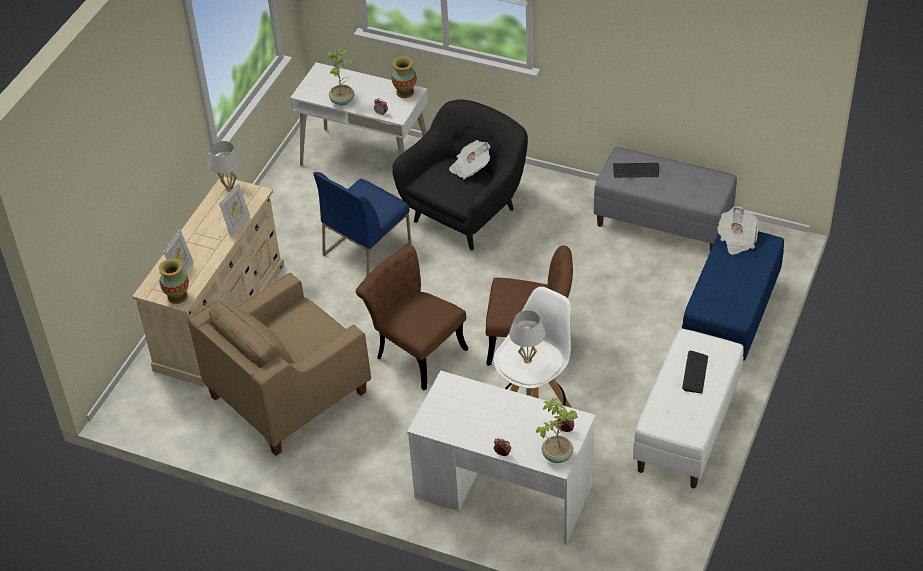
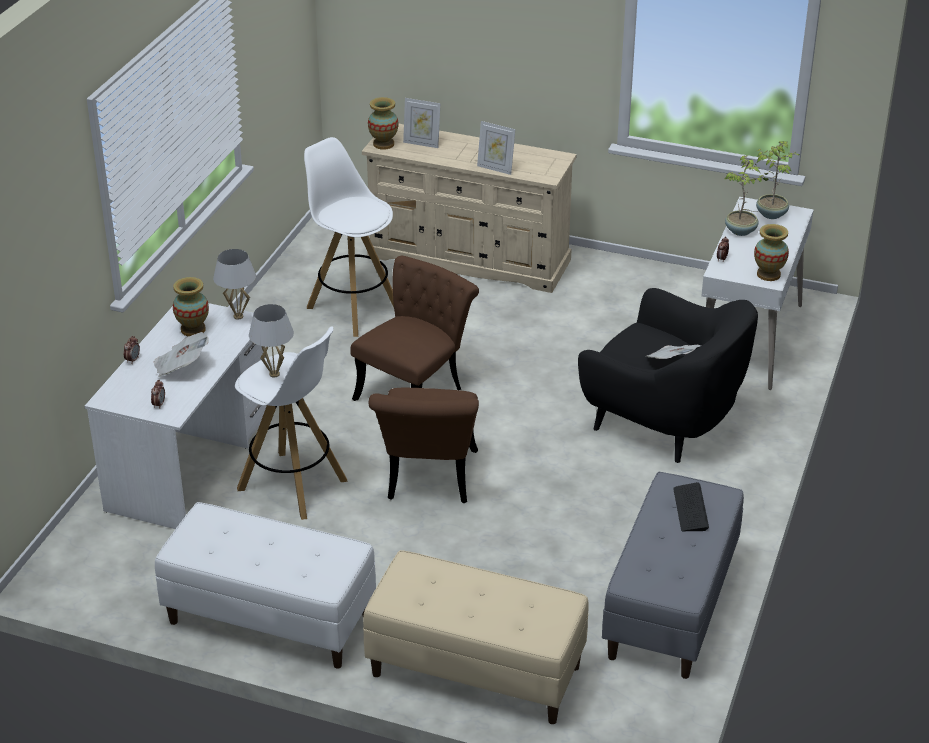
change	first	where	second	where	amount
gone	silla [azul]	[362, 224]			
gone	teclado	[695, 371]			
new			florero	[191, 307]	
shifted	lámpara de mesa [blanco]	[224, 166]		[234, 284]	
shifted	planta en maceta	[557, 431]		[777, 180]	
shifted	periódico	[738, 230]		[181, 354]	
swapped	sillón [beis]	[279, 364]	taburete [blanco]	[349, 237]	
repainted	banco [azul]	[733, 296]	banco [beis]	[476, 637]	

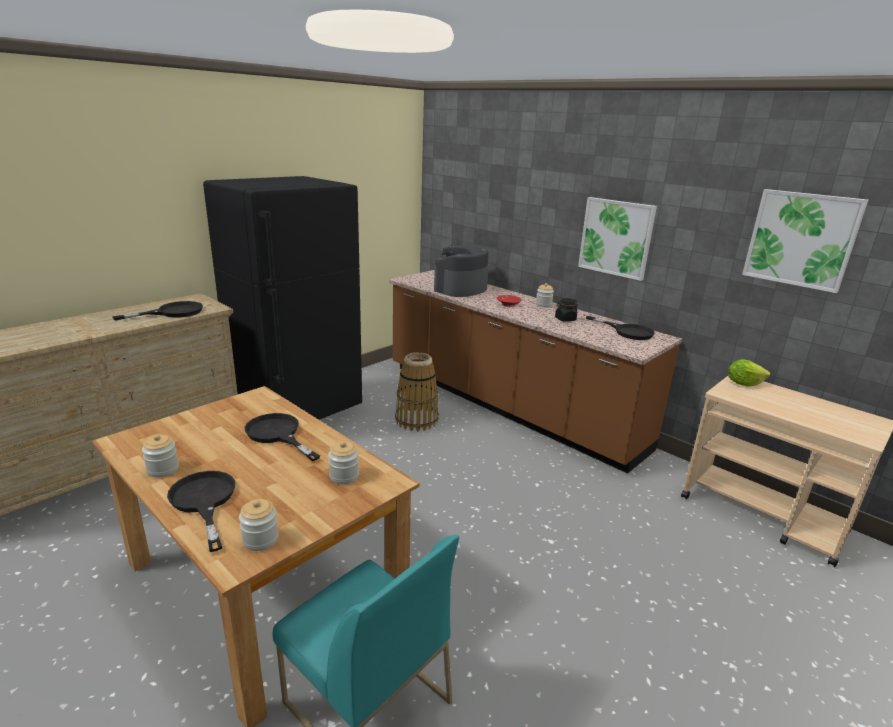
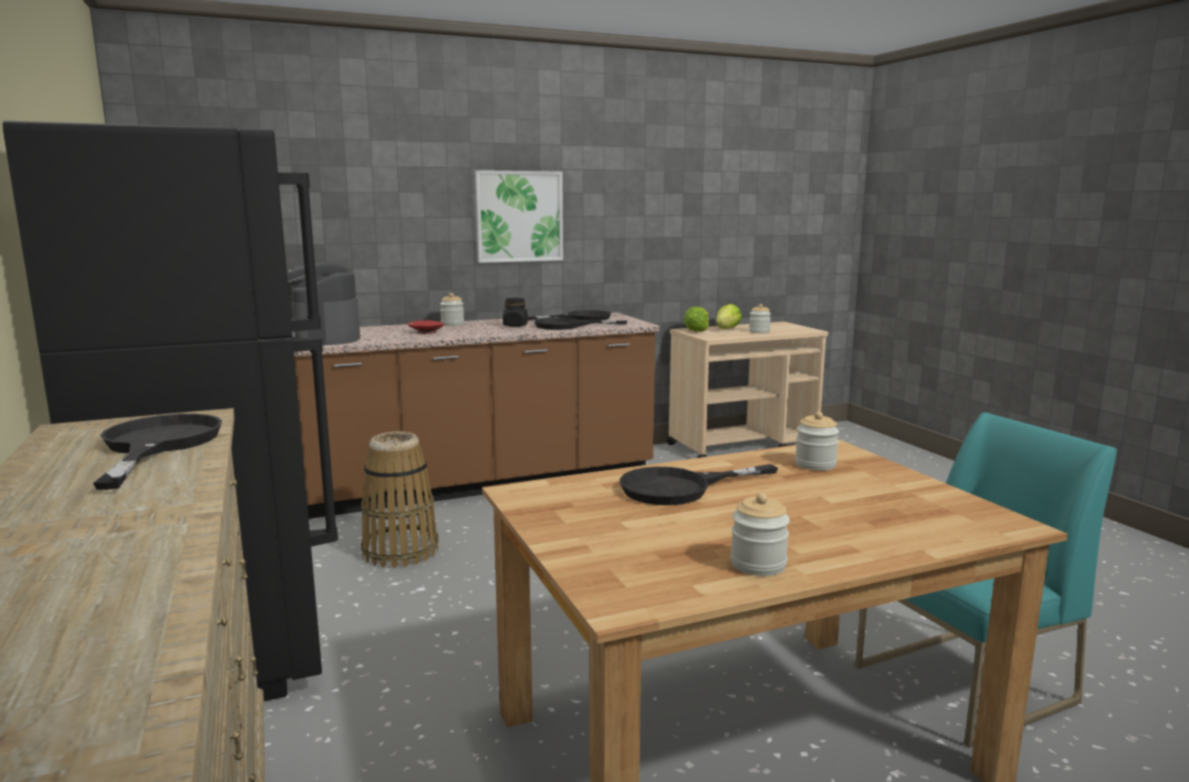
change	first	where	second	where	amount
gone	cuadro	[805, 241]			
new			lechuga	[729, 316]	
shifted	sartén [negro]	[201, 511]		[580, 324]	
shifted	tarro	[258, 525]		[760, 318]	

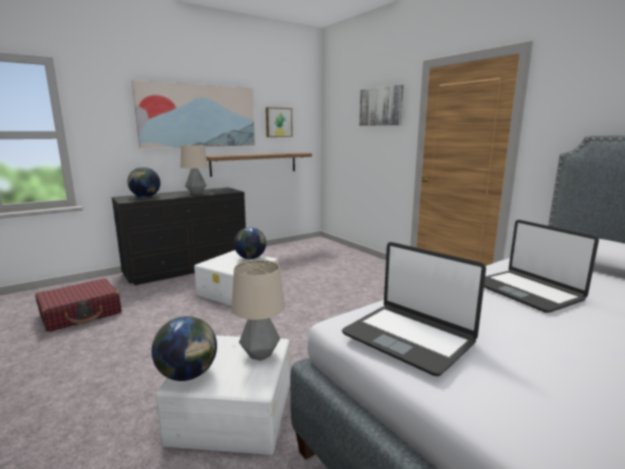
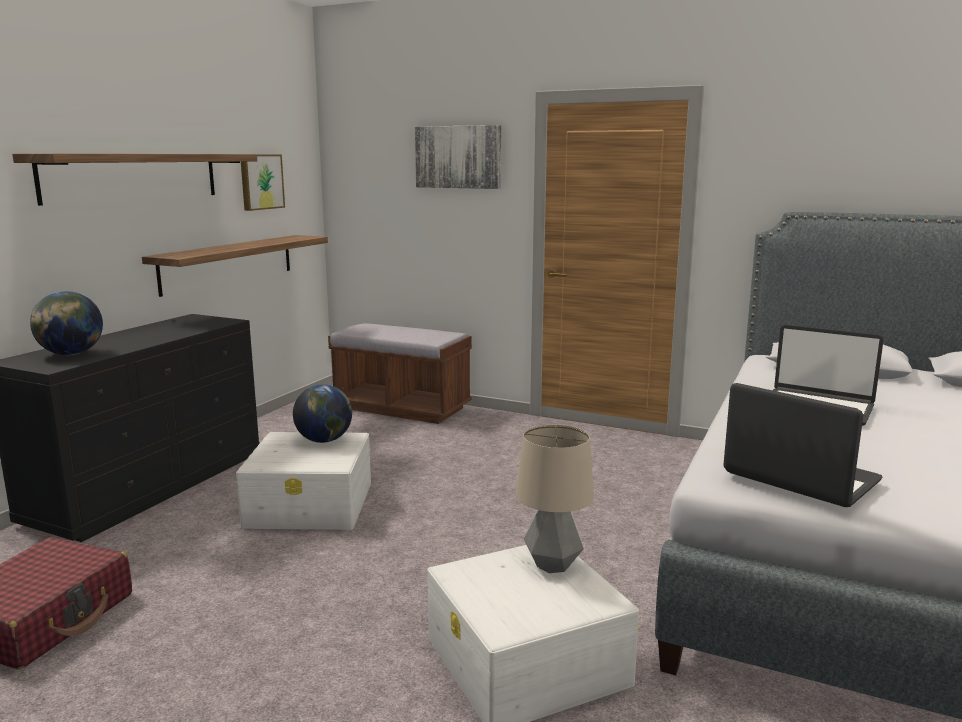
change	first	where	second	where	amount
gone	globo terráqueo	[184, 348]			
gone	lámpara de mesa	[194, 170]			
new			banco [marrón]	[400, 373]	
swapped	cuadro	[193, 114]	estante	[134, 180]	
rotated	portátil	[414, 309]		[802, 445]	150 degrees counterclockwise

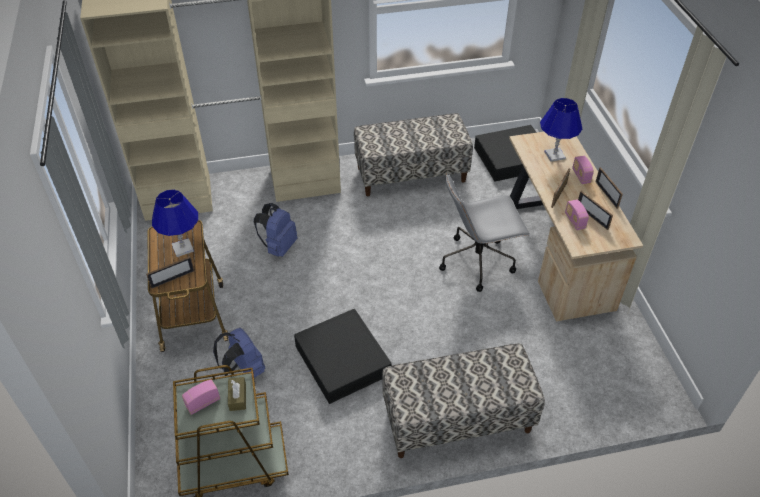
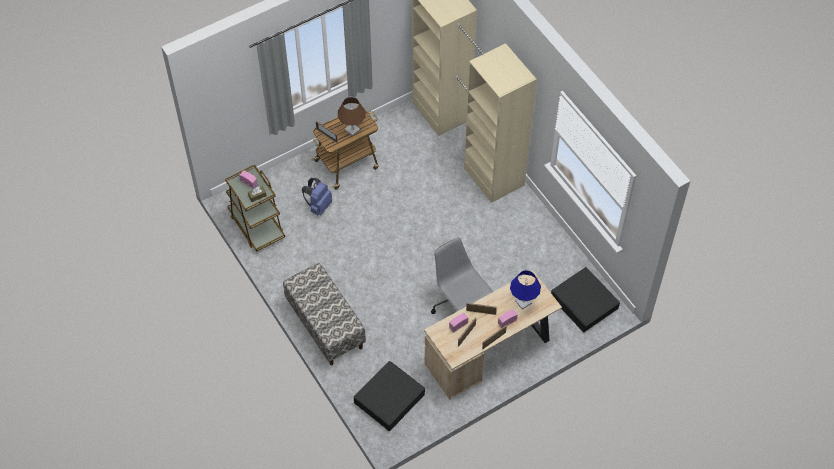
change	first	where	second	where	amount
gone	mochila [azul]	[275, 230]			
gone	banco	[413, 154]			
shifted	caja de almacenaje [negro]	[343, 356]		[389, 396]	
repainted	lámpara de mesa [azul]	[175, 223]	lámpara de mesa [marrón]	[352, 116]	

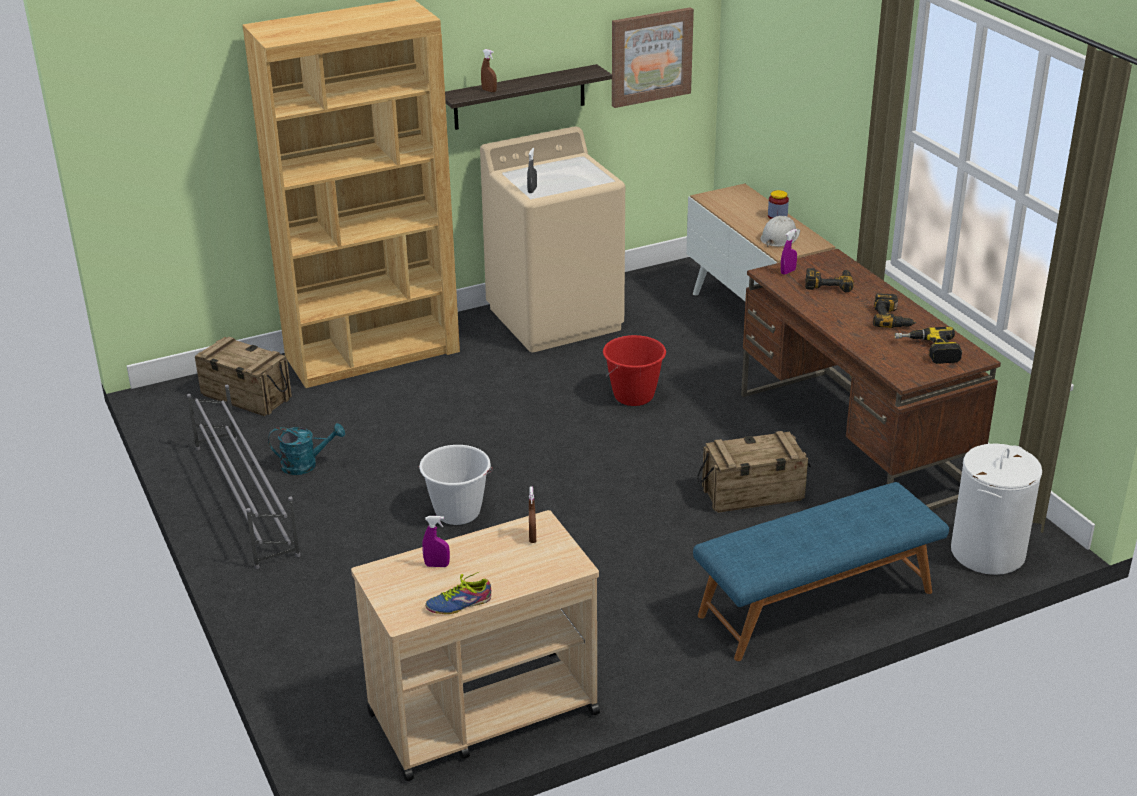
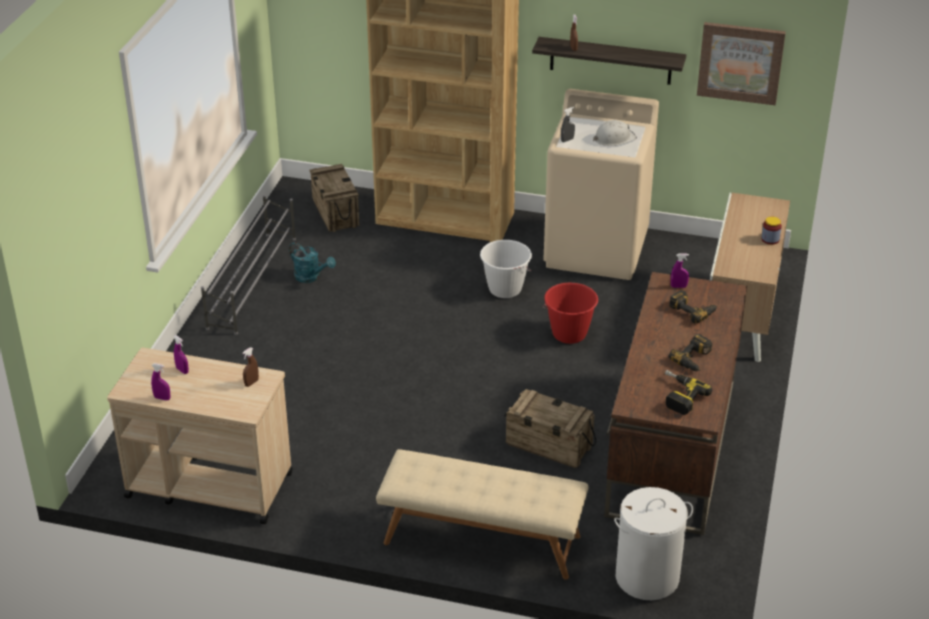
change	first	where	second	where	amount
shifted	cubo [blanco]	[455, 485]		[506, 269]	
shifted	casco [blanco]	[780, 231]		[615, 133]	
swapped	zapato	[458, 592]	pulverizador [morado]	[160, 382]	
repainted	banco [azul]	[821, 571]	banco [beis]	[482, 514]	

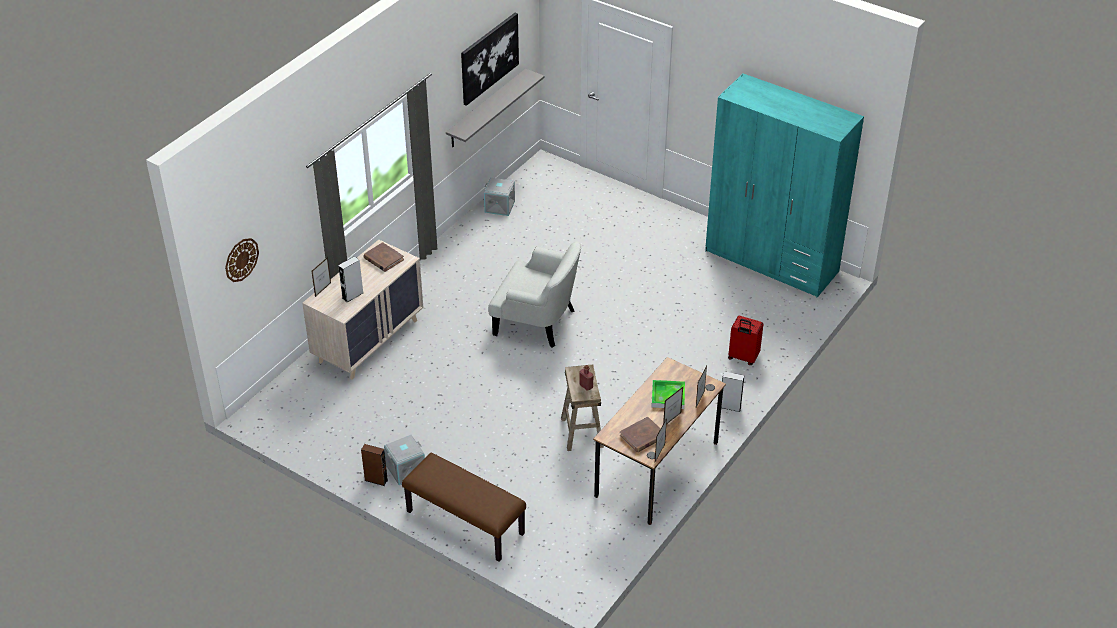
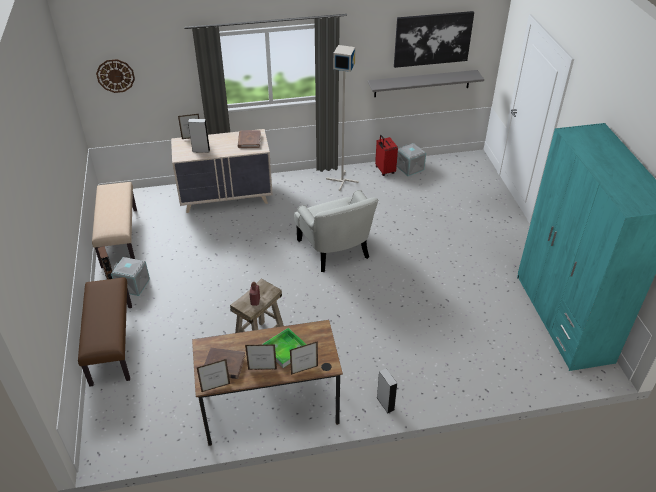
change	first	where	second	where	amount
new			banco [beis]	[114, 225]	
new			lámpara de pie [gris]	[342, 118]	
shifted	maleta [rojo]	[745, 340]		[386, 155]	

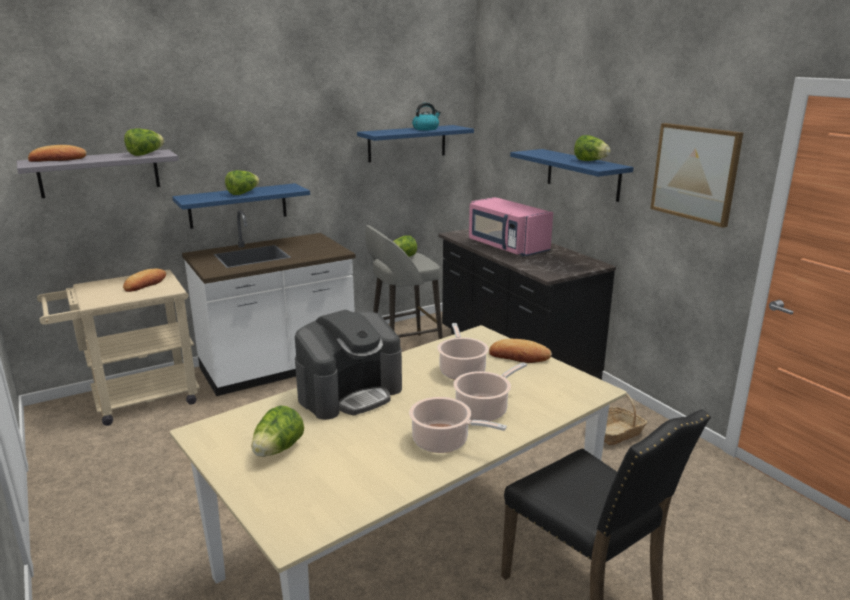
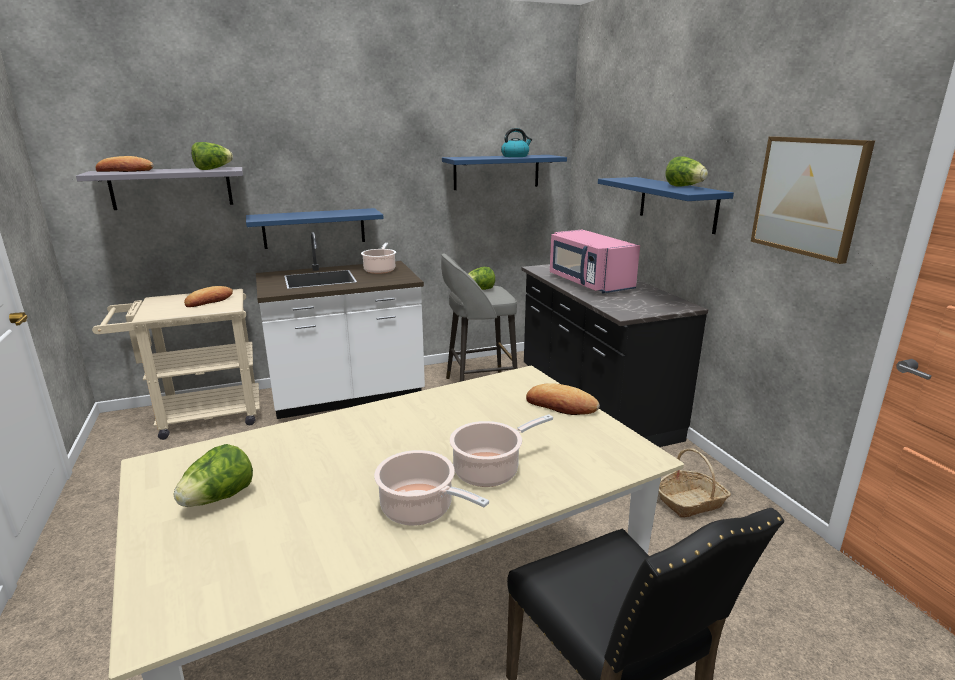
change	first	where	second	where	amount
gone	lechuga	[242, 182]			
gone	cafetera	[348, 365]			
shifted	olla	[463, 351]		[378, 258]	

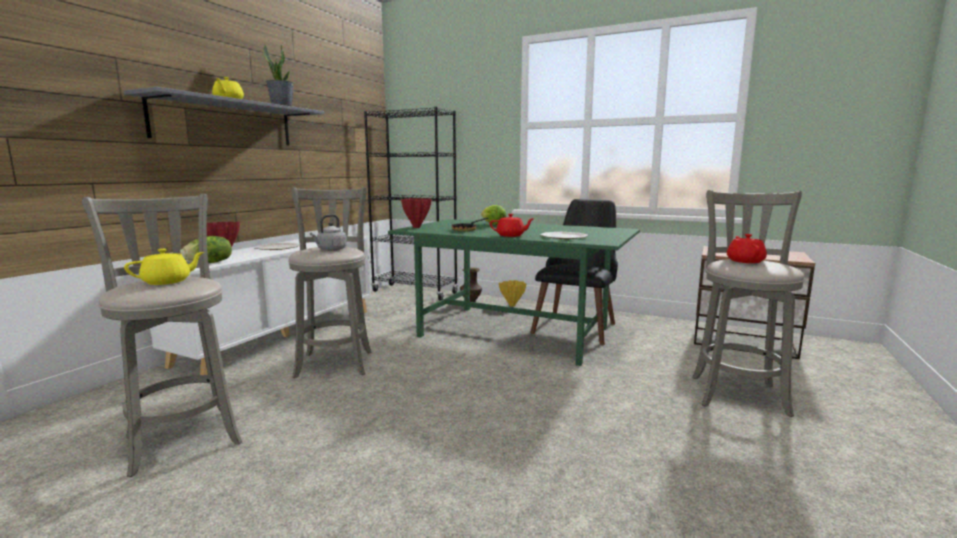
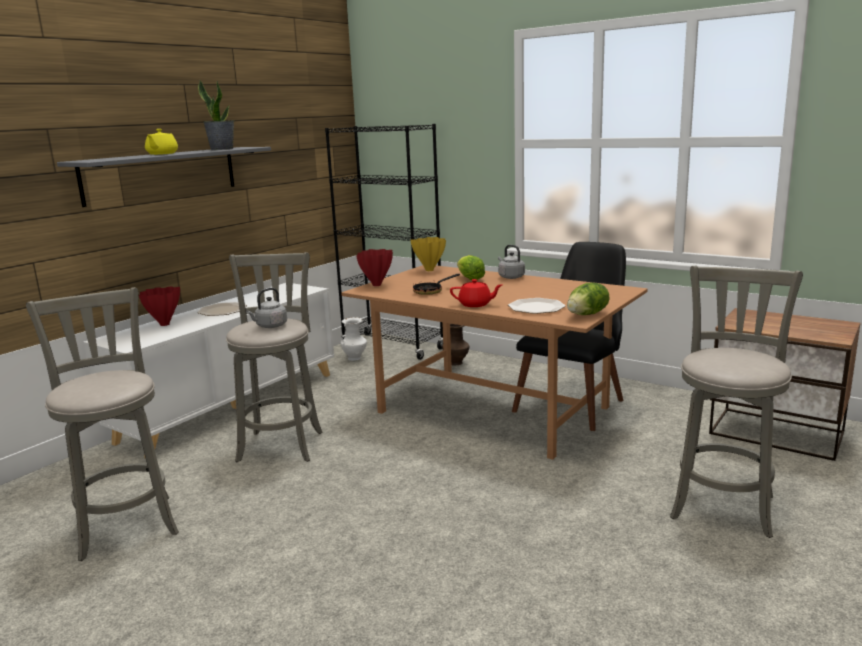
change	first	where	second	where	amount
gone	tetera [amarillo]	[164, 267]			
gone	tetera [rojo]	[747, 248]			
new			florero [blanco]	[354, 339]	
new			hervidor [gris]	[511, 262]	
shifted	lechuga	[206, 249]		[588, 299]	
shifted	florero [amarillo]	[513, 293]		[428, 254]	
repainted	mesa de comedor [verde]	[514, 292]	mesa de comedor [marrón]	[494, 362]	

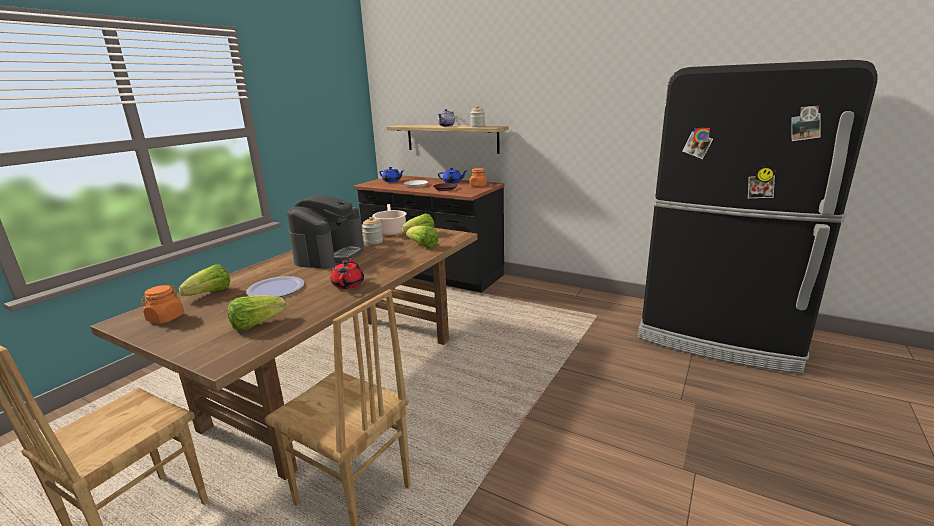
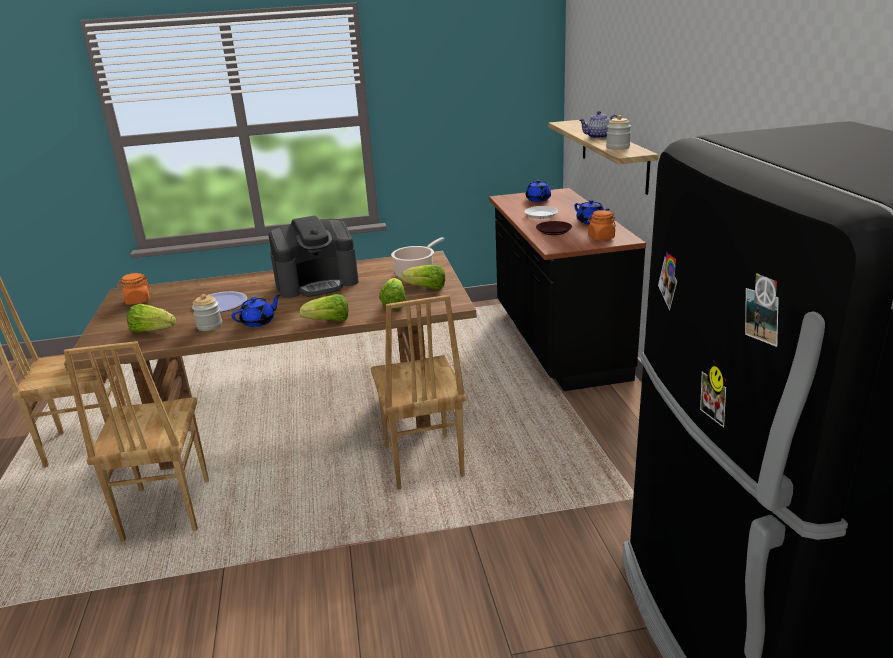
change	first	where	second	where	amount
new			silla [marrón]	[419, 392]	
shifted	lechuga	[204, 280]		[323, 308]	
shifted	tarro	[372, 231]		[207, 312]	
repainted	tetera [rojo]	[347, 273]	tetera [azul]	[256, 310]	

